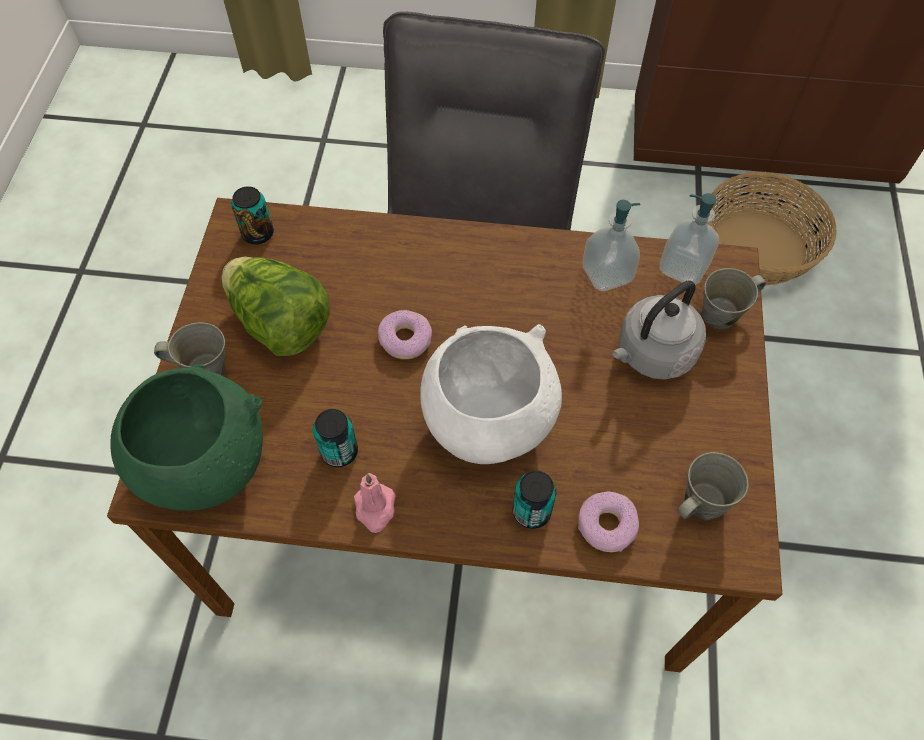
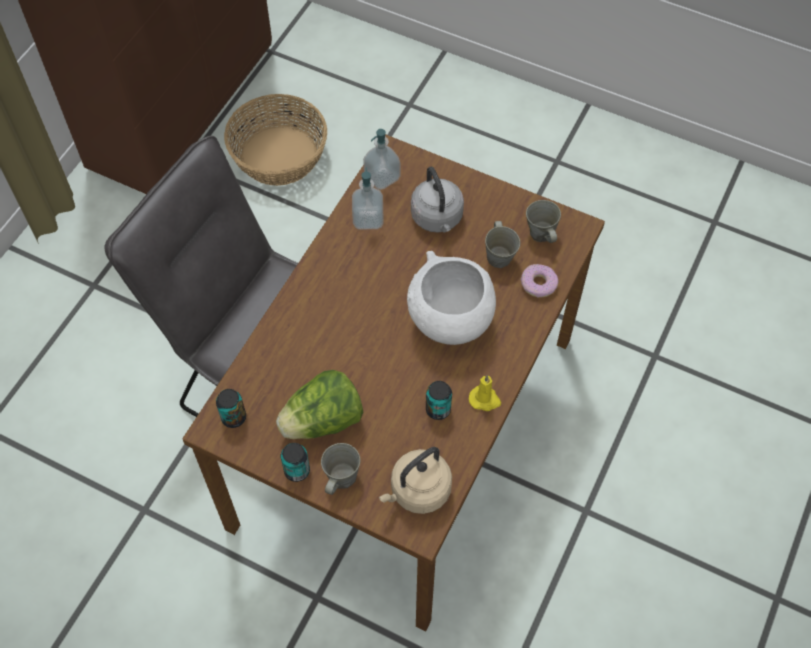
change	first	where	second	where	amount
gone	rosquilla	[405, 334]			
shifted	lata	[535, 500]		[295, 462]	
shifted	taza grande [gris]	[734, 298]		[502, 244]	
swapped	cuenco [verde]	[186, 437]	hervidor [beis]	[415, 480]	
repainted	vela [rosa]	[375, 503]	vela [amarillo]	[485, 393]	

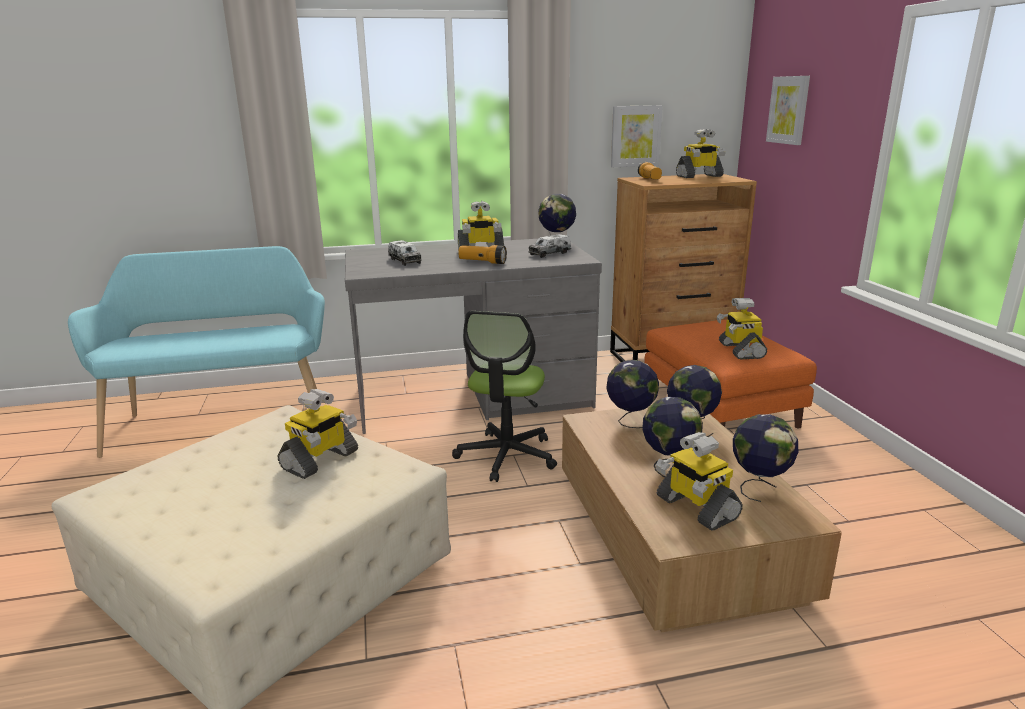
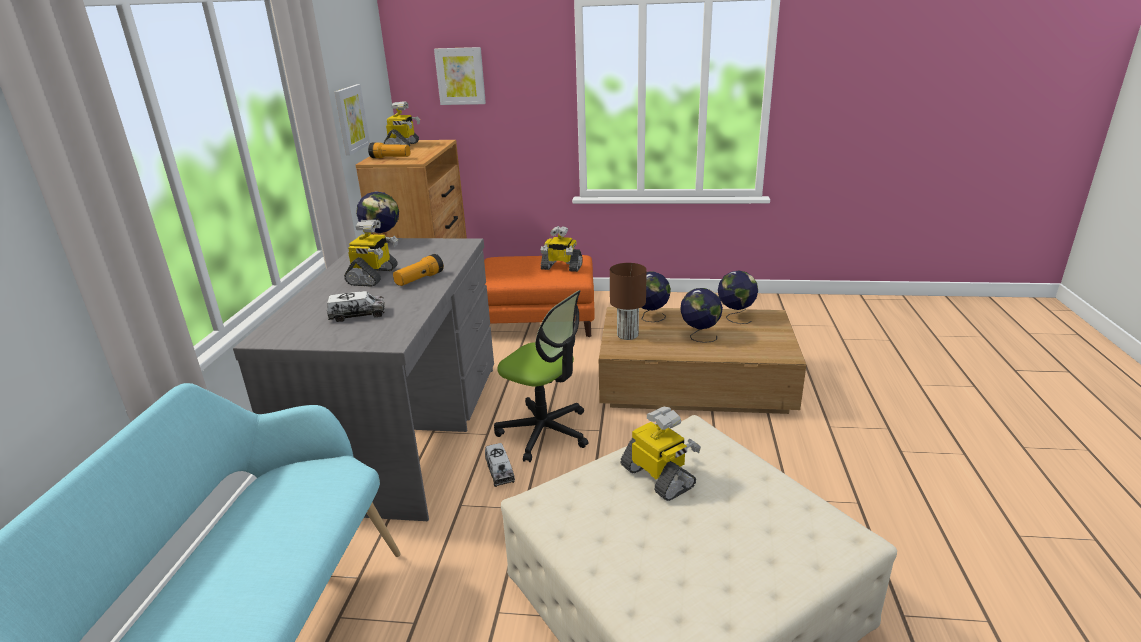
change	first	where	second	where	amount
gone	robot de juguete	[699, 481]			
shifted	camión de juguete	[549, 246]		[500, 465]	
swapped	globo terráqueo	[632, 394]	lámpara de mesa [marrón]	[628, 301]	

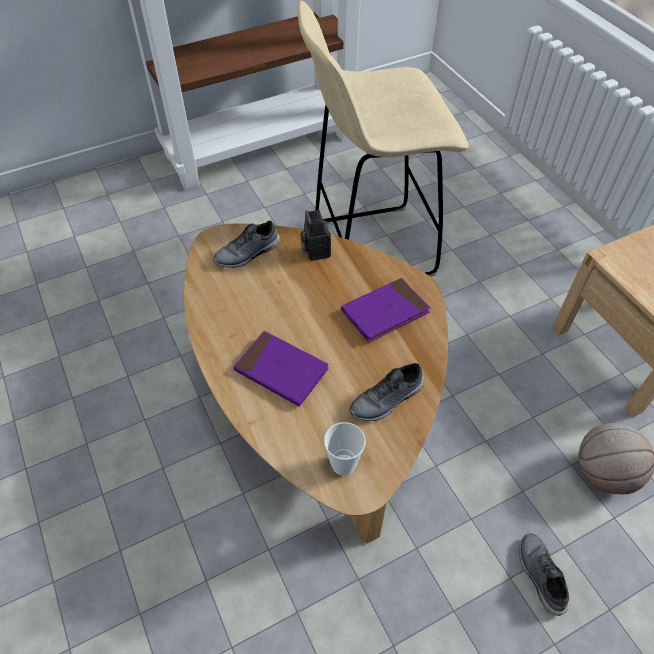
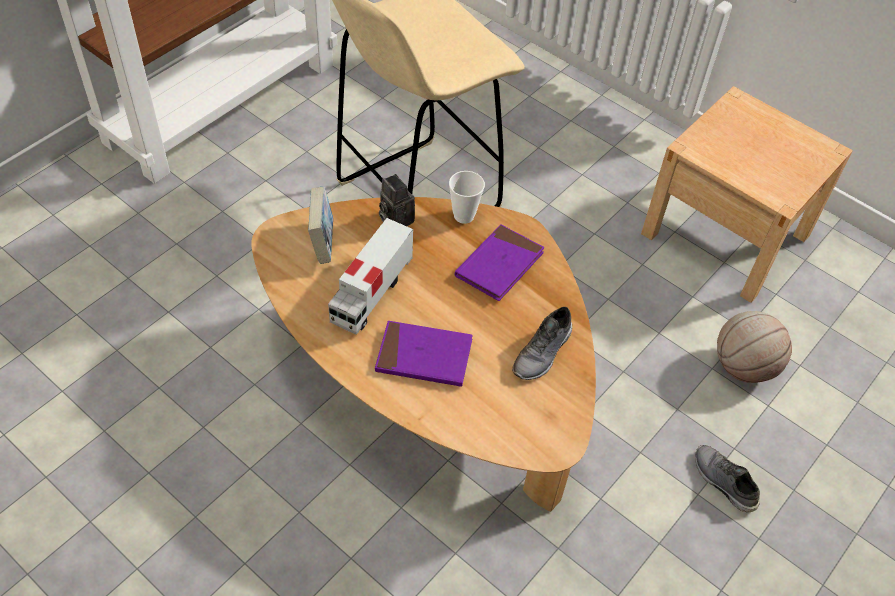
change	first	where	second	where	amount
new			camión de juguete	[370, 276]	
shifted	taza	[345, 449]		[467, 197]	
swapped	zapato [gris]	[246, 244]	libro	[320, 225]	

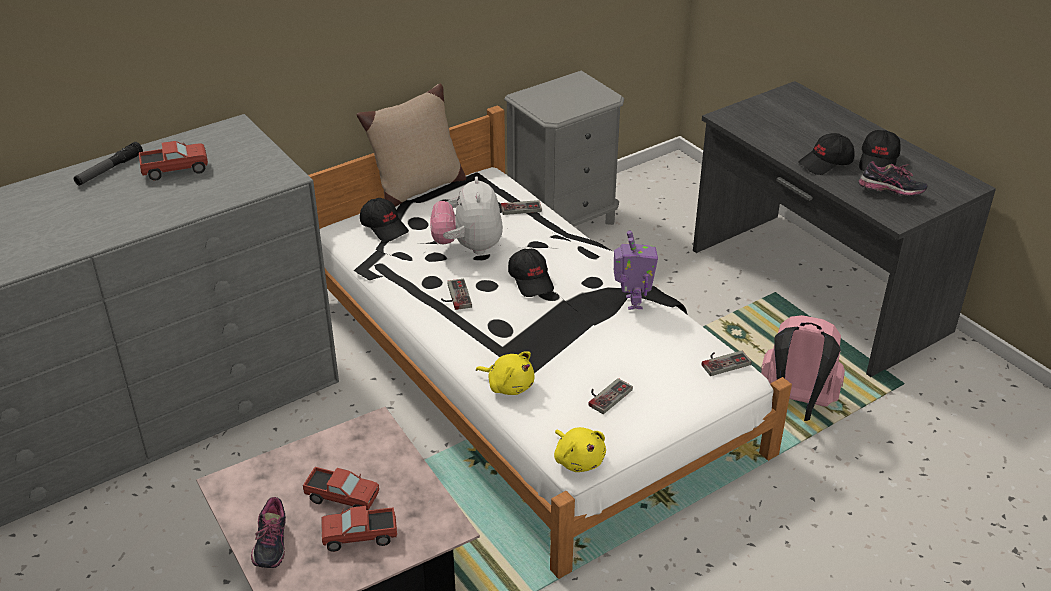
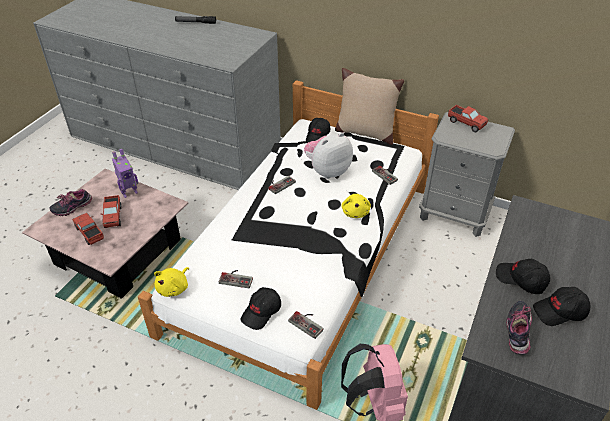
change	first	where	second	where	amount
shifted	camión de juguete	[173, 161]		[468, 118]	
shifted	peluche [amarillo]	[505, 373]		[356, 206]	
shifted	gorra [negro]	[531, 273]		[261, 308]	
shifted	robot de juguete	[636, 270]		[125, 173]	
rotated	zapato	[892, 178]		[519, 328]	150 degrees counterclockwise

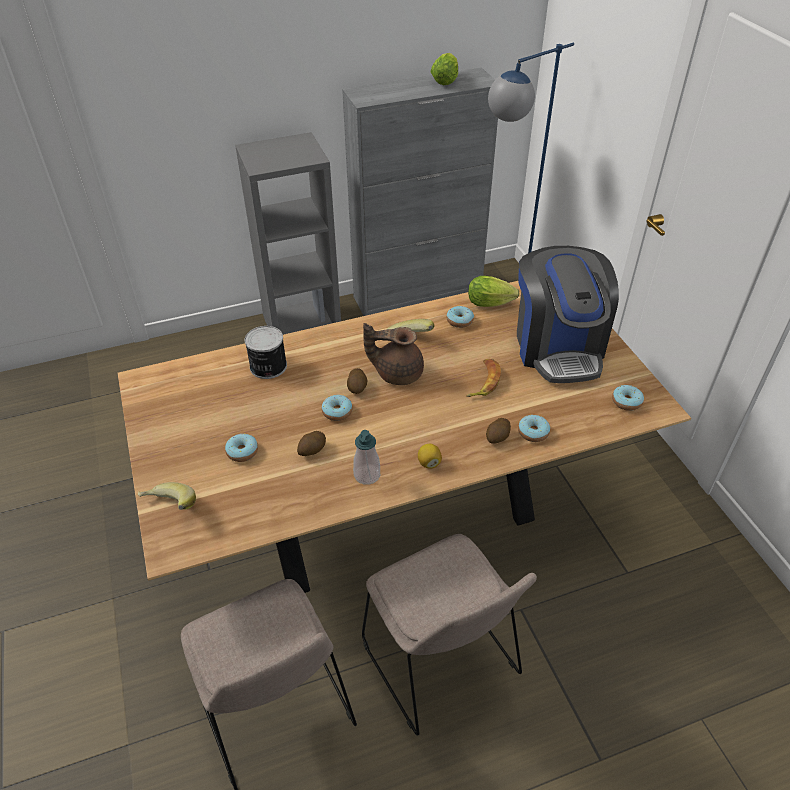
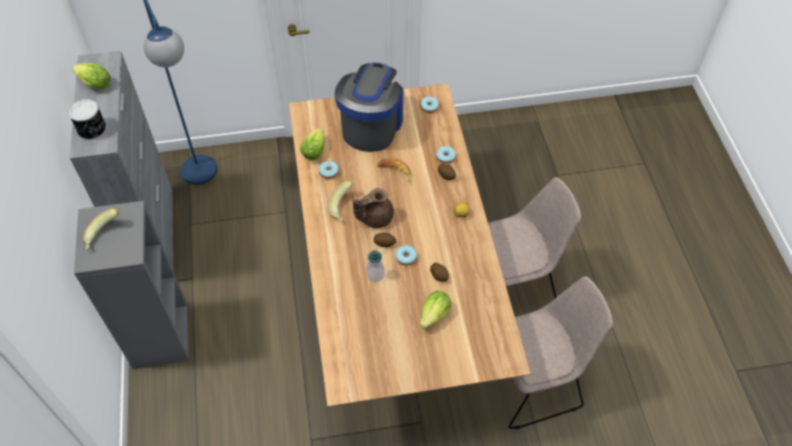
change	first	where	second	where	amount
shifted	plátano	[167, 496]		[101, 228]	
shifted	lata	[266, 352]		[87, 119]	
shifted	dispensador de jabón	[366, 457]		[375, 266]	
swapped	rosquilla	[241, 447]	lechuga	[435, 310]	
rotated	tetera [marrón]	[393, 354]		[373, 208]	45 degrees clockwise
rotated	cafetera	[568, 314]		[368, 107]	75 degrees counterclockwise

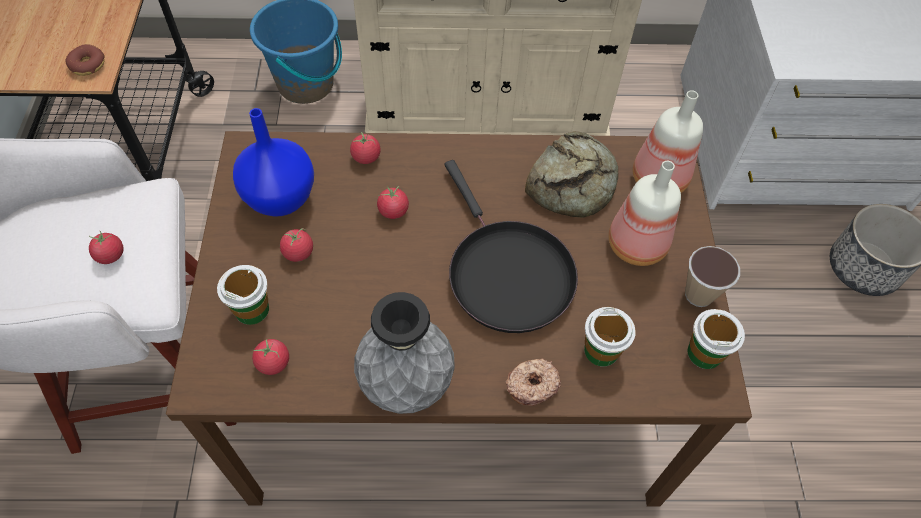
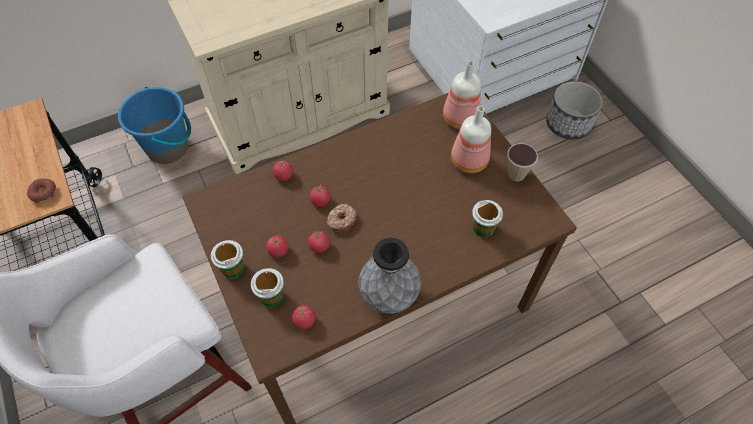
change	first	where	second	where	amount
gone	florero [azul]	[273, 162]			
gone	sartén [negro]	[511, 246]			
gone	pan	[571, 174]			
shifted	tomate	[106, 247]		[319, 242]	
shifted	rosquilla	[533, 382]		[341, 218]	
shifted	taza	[716, 339]		[227, 259]	

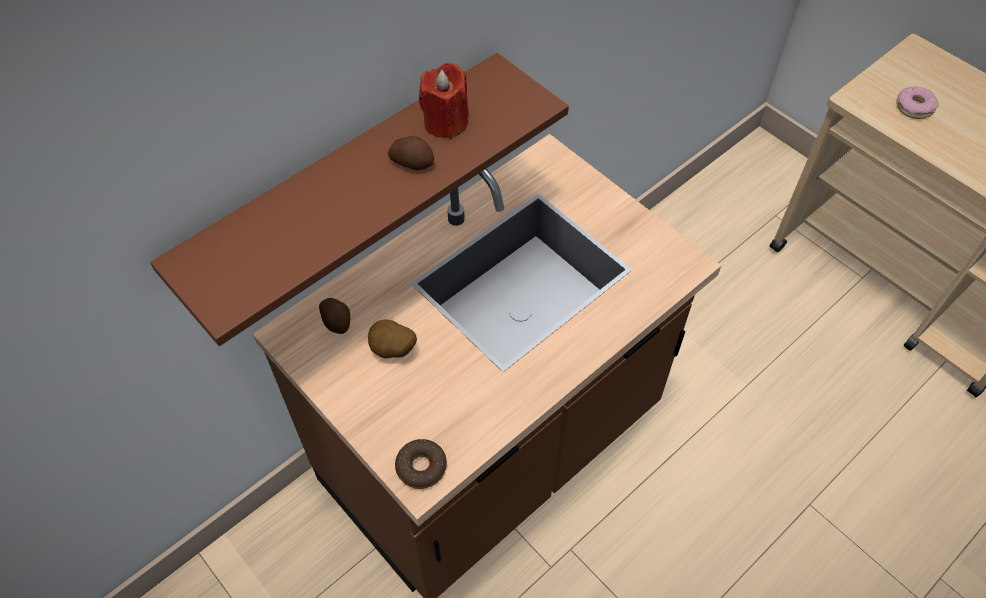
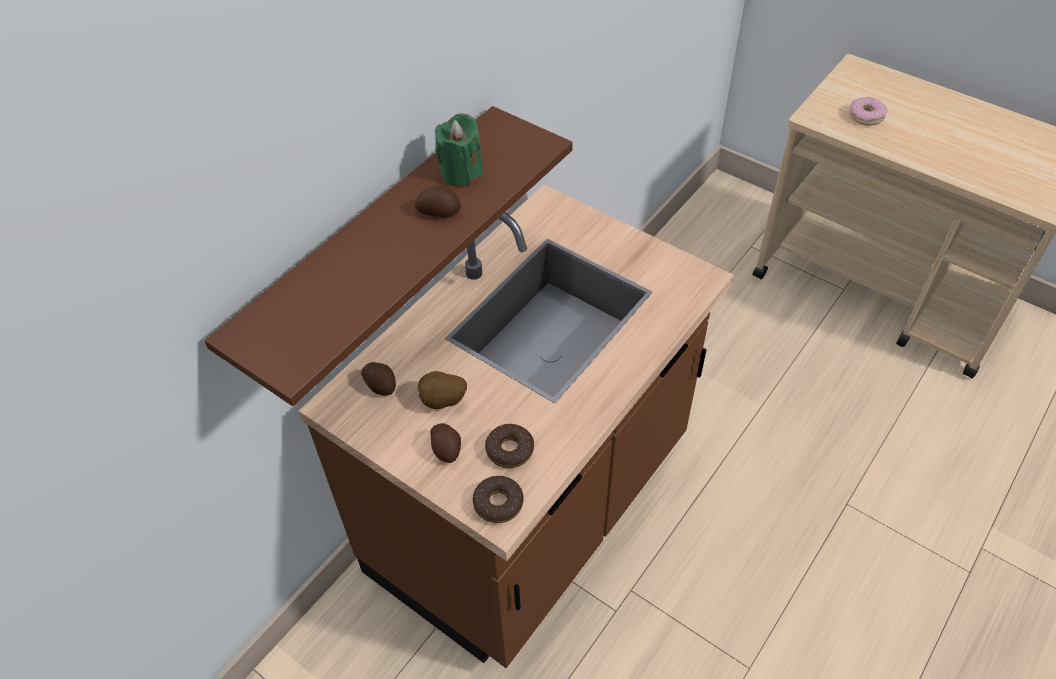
change	first	where	second	where	amount
new			patata	[445, 443]	
new			rosquilla	[509, 446]	
repainted	vela [rojo]	[444, 101]	vela [verde]	[459, 150]	

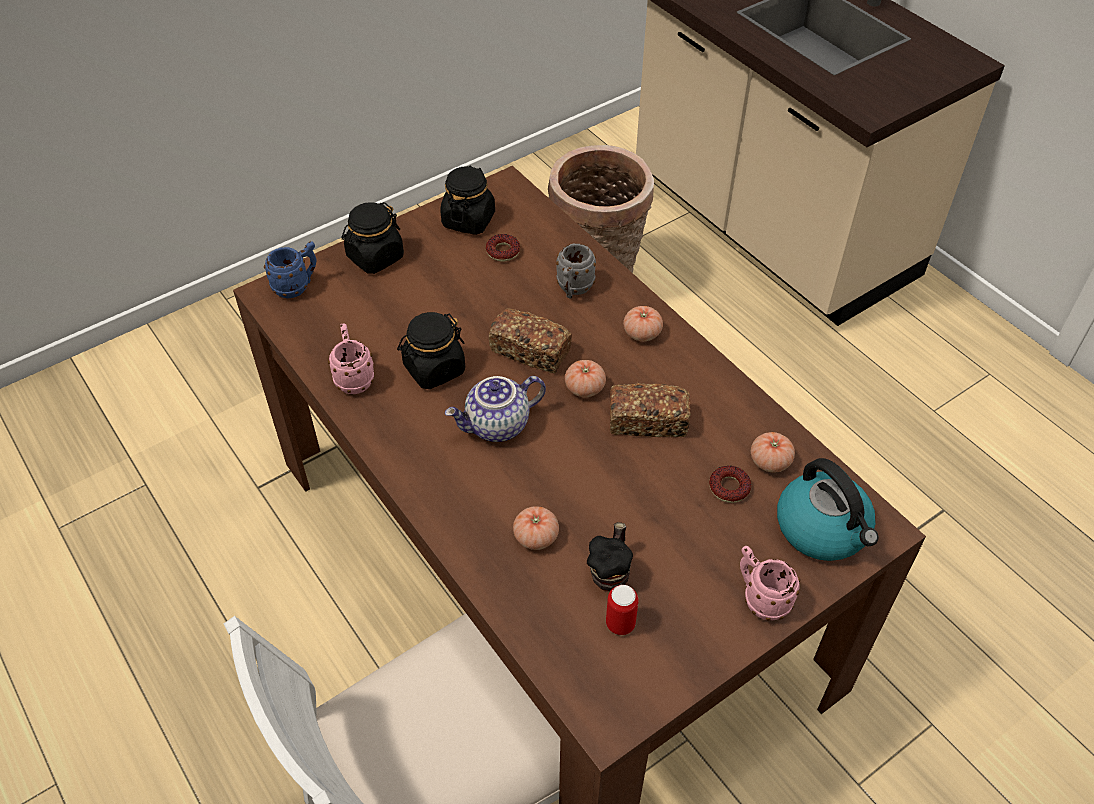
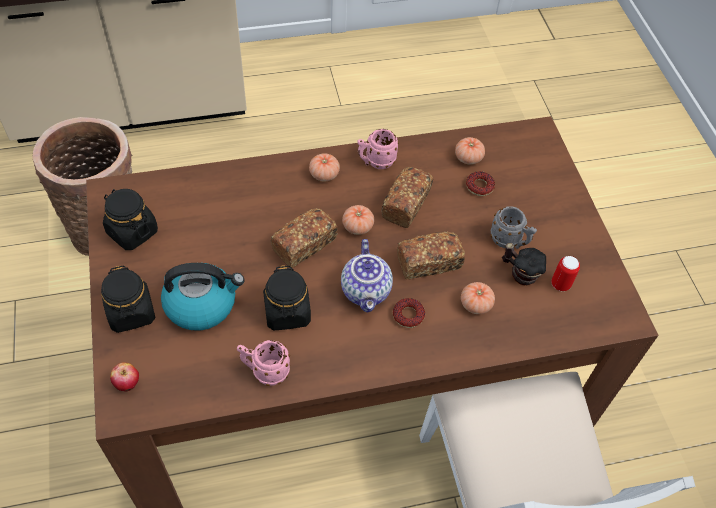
change	first	where	second	where	amount
new			pan	[431, 256]	
shifted	rosquilla	[503, 248]		[409, 313]	
shifted	taza grande [gris]	[576, 271]		[514, 227]	
shifted	taza grande [rosa]	[770, 583]		[378, 149]	
shifted	hervidor	[828, 509]		[202, 297]	
swapped	taza grande [azul]	[290, 269]	manzana	[124, 377]	

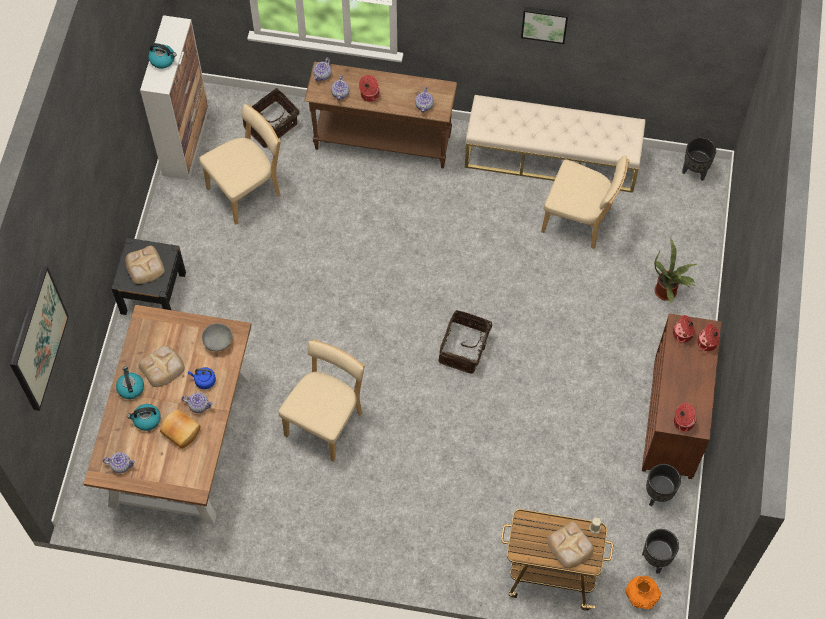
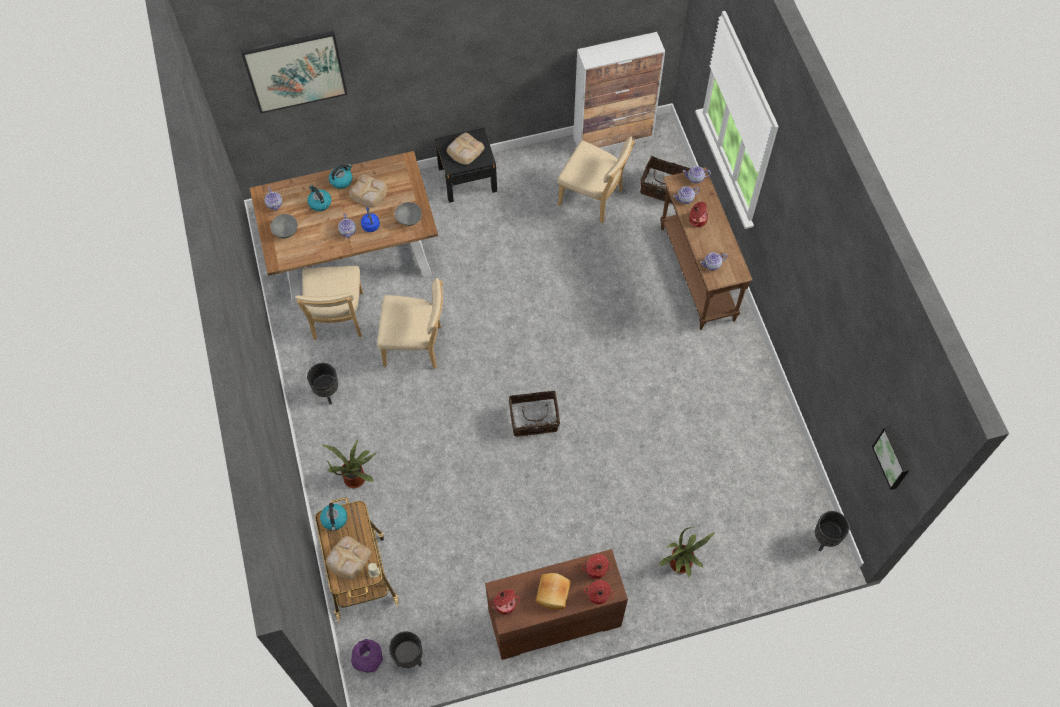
change	first	where	second	where	amount
gone	banco [beis]	[555, 144]			
new			cuenco [gris]	[283, 226]	
new			planta en maceta	[349, 463]	
shifted	hervidor	[162, 56]		[333, 517]	
shifted	pan	[180, 429]		[553, 591]	
shifted	cuadro	[545, 25]		[891, 458]	
shifted	silla [beis]	[585, 202]		[329, 303]	
shifted	maceta [negro]	[663, 485]		[322, 383]	
repainted	florero [naranja]	[643, 592]	florero [morado]	[367, 656]	

